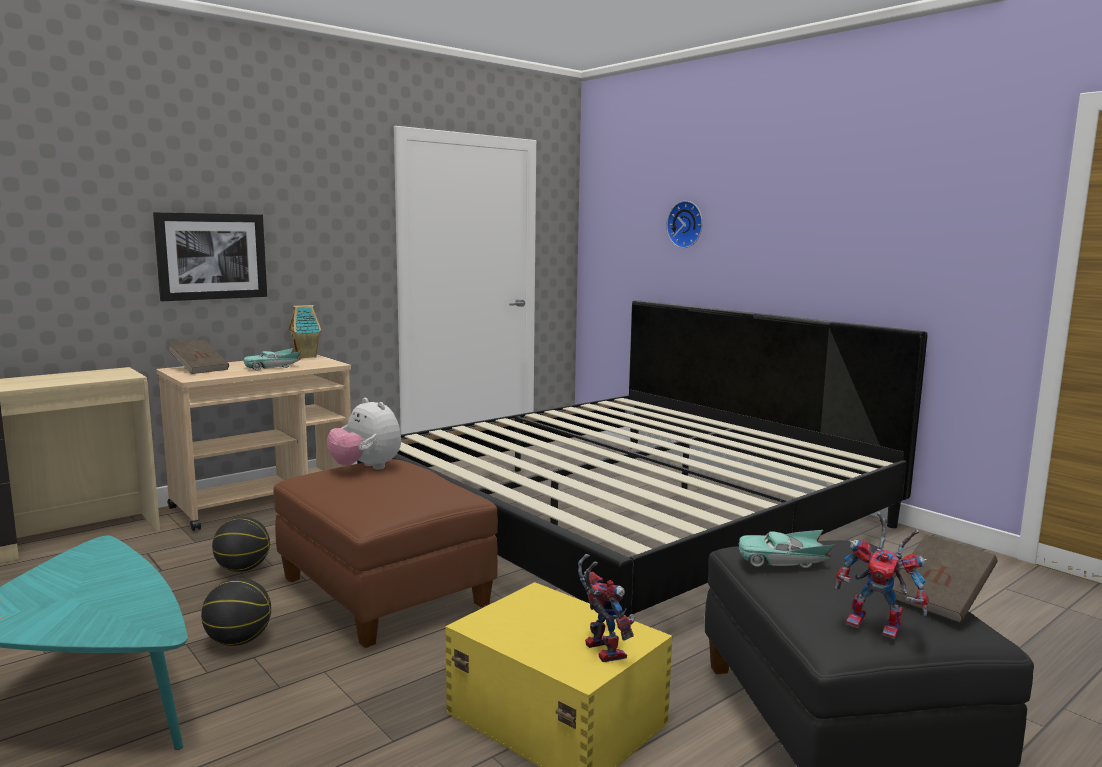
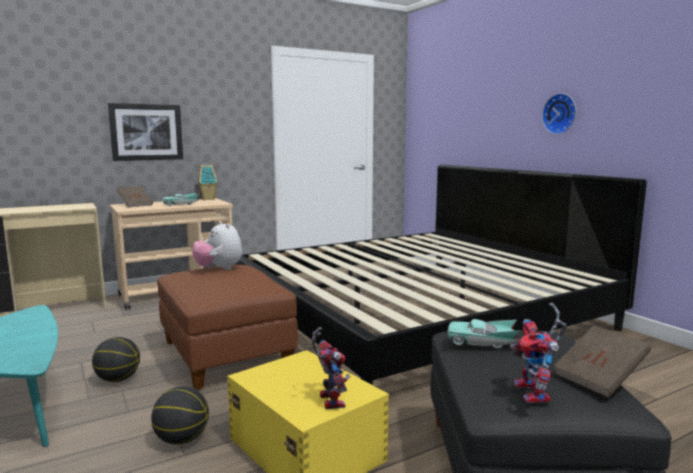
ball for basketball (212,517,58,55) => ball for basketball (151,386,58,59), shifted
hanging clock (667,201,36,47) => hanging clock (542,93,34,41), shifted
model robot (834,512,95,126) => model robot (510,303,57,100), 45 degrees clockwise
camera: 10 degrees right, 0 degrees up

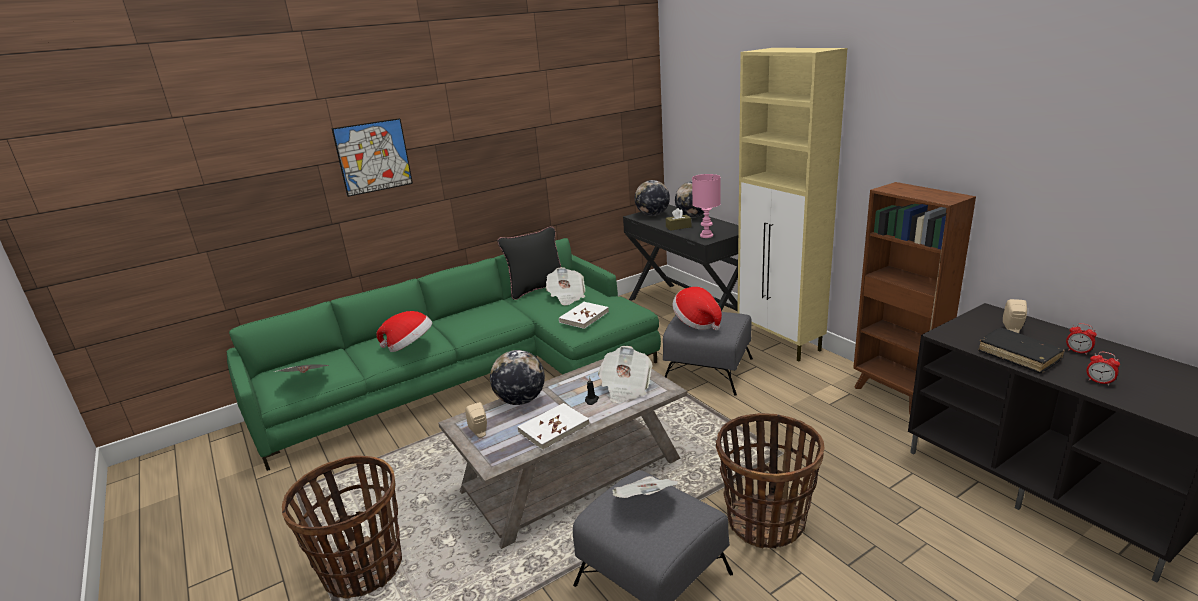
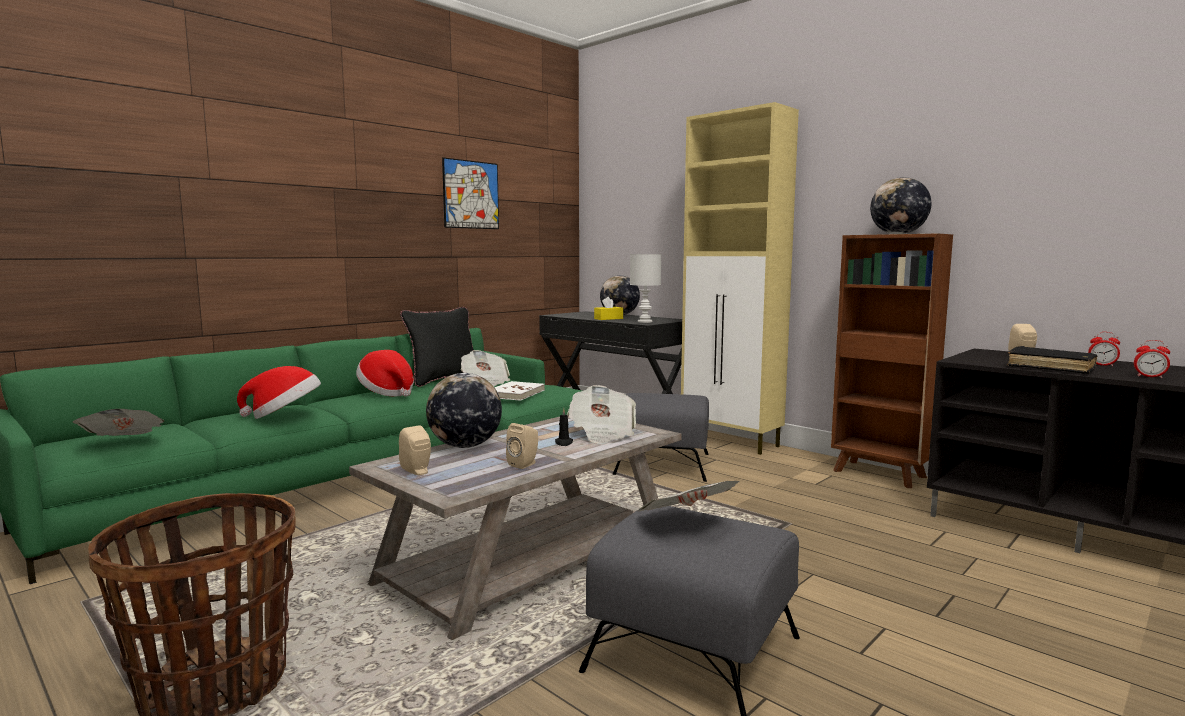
household basket (716,413,108,136) => nothing
picture (331,118,82,79) => picture (442,157,57,72), shifted
globe (635,180,35,36) => globe (870,177,61,57), shifted
hat (672,287,50,43) => hat (356,350,58,47), shifted
white volume (517,403,73,47) => beige-coloured speaker (506,423,32,46)
brown tissue holder (666,208,25,23) => yellow tissue holder (594,297,29,23)
pink table lamp (692,174,29,64) => white table lamp (630,254,31,69)
camera: 15 degrees left, 15 degrees down

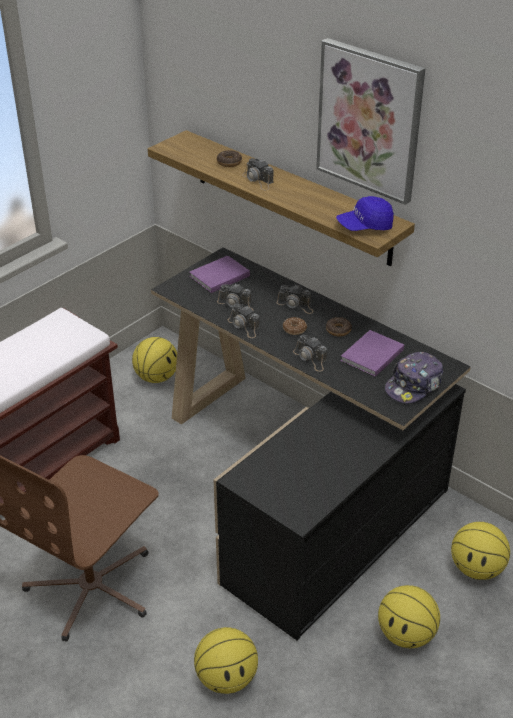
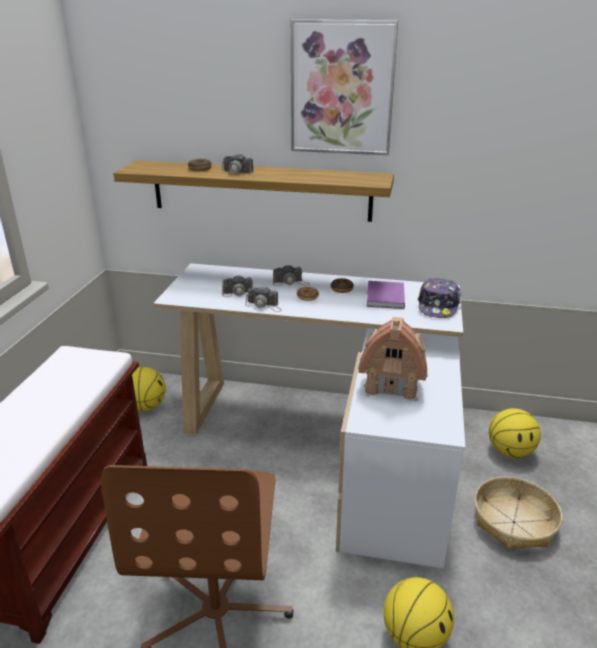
purple volume (189,255,61,38) => nothing
still camera (293,335,34,37) => nothing
blue-coloured cap (336,196,58,35) => nothing
nothing => model house (358,317,70,84)
ball for basketball (378,585,62,63) => household basket (474,477,88,73)
black-coloured desk (151,247,320,394) => white desk (153,263,313,306)
camera: 30 degrees left, 10 degrees down

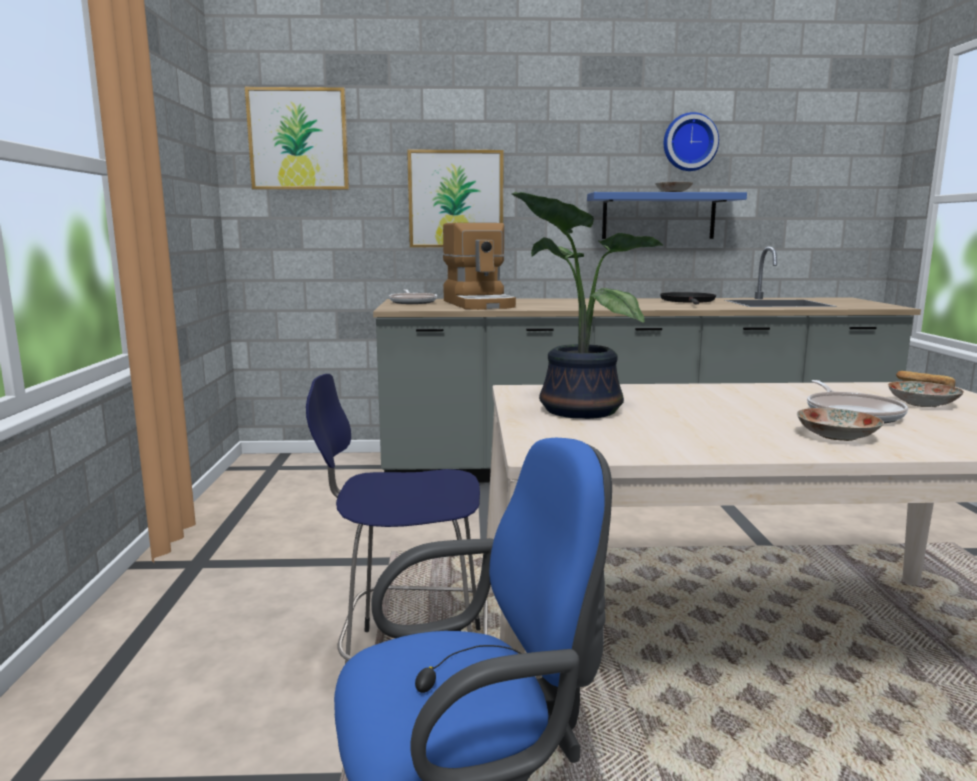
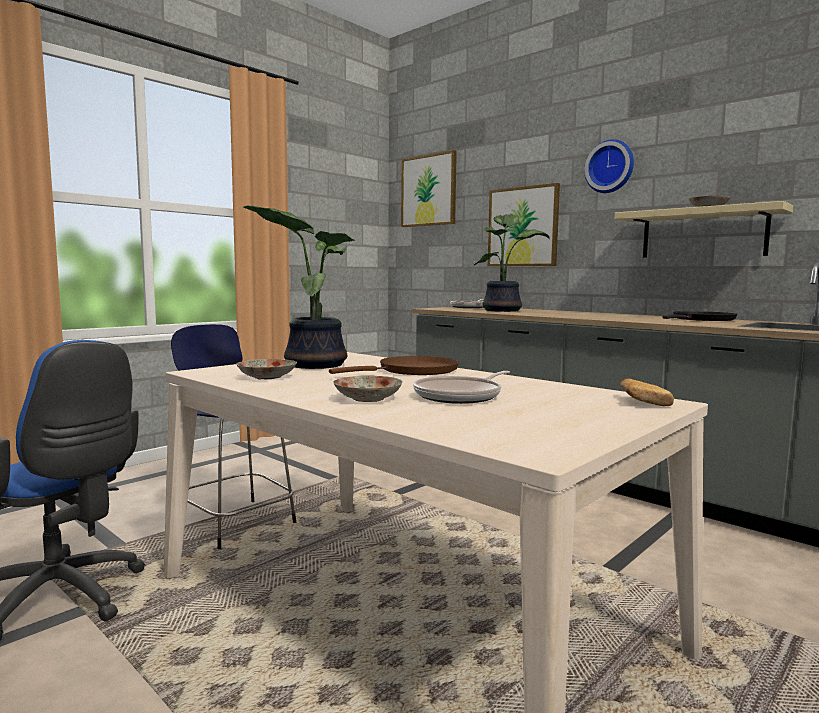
nothing => brown frying pan (329,356,130,19)
hanging clock (664,112,55,59) => hanging clock (584,139,50,54), shifted
dinner plate (888,381,76,26) => dinner plate (237,359,60,21), shifted
coffee brewer (443,223,73,87) => plant in a pot (473,214,77,98)
blue-coloured shelf (587,192,160,47) => beige-coloured shelf (615,201,178,57)
camera: 45 degrees right, 5 degrees down

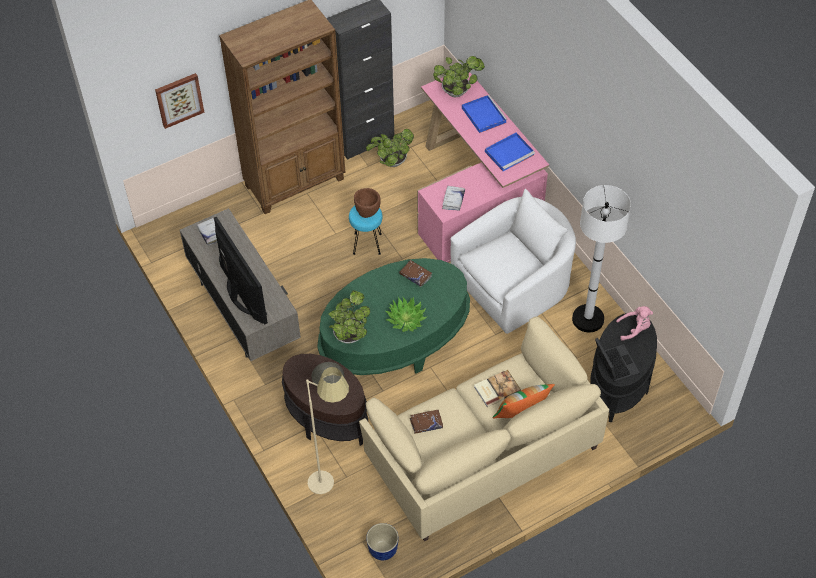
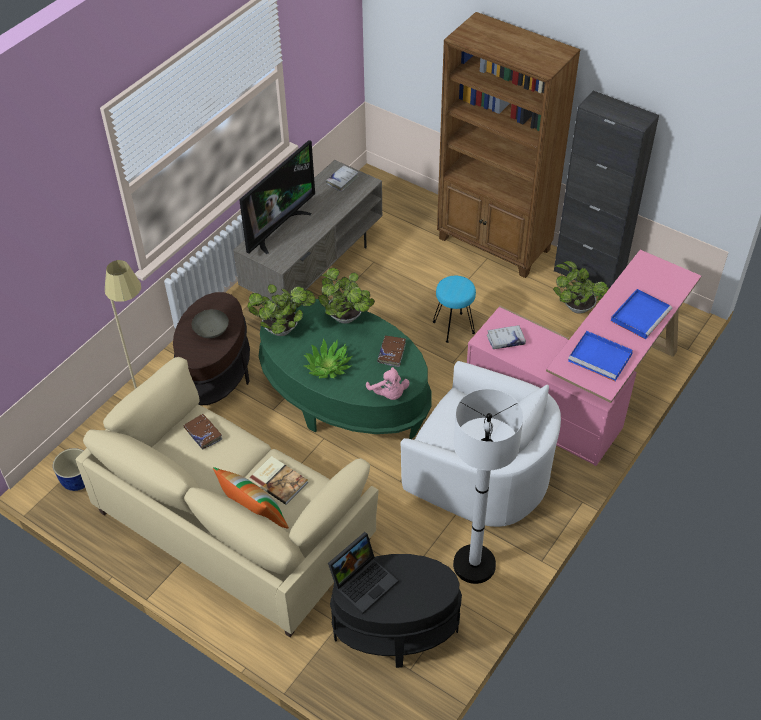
picture (155,73,49,56) => nothing
brown serving bowl (354,188,27,30) => nothing
plant in a pot (433,56,52,41) => plant in a pot (318,268,57,56), shifted
pink plush toy (616,306,37,35) => pink plush toy (366,367,44,33), shifted
camera: 65 degrees right, 5 degrees down

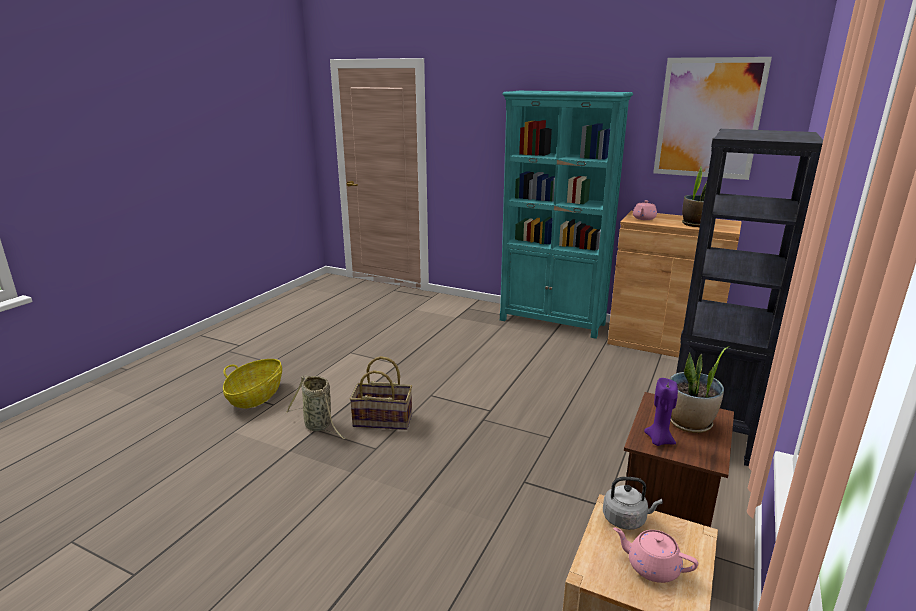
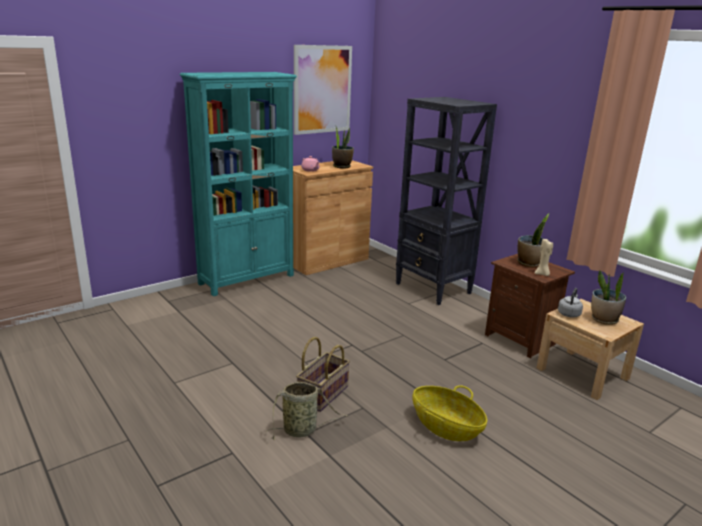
household basket (223,359,59,49) => household basket (412,385,75,56), shifted
pink tea pot (613,528,85,55) => plant in a pot (591,271,35,54)
purple wax light (644,378,34,68) => beige-coloured wax light (535,238,18,38)
camera: 65 degrees left, 0 degrees up

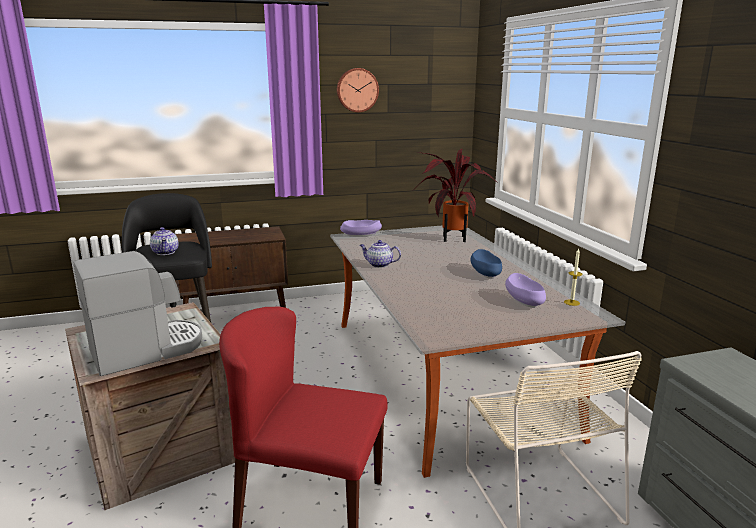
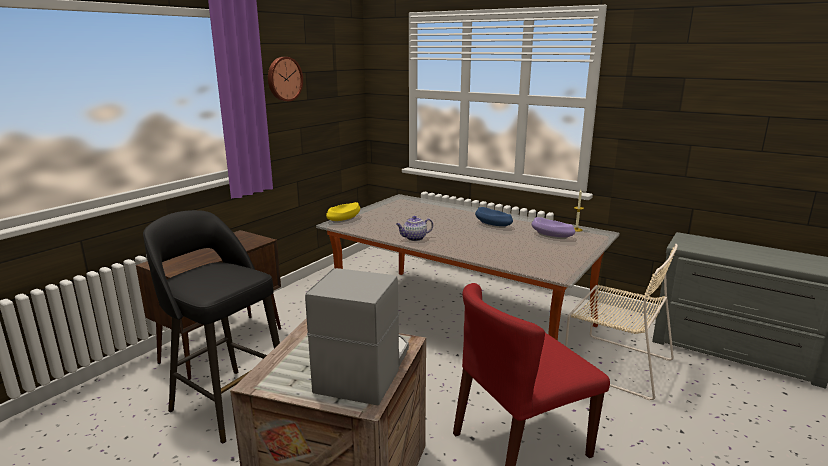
tea pot (150,227,29,28) => nothing
plant in a pot (413,149,86,93) => nothing
purple serving bowl (340,220,42,17) => yellow serving bowl (326,202,34,21)
camera: 40 degrees left, 0 degrees up

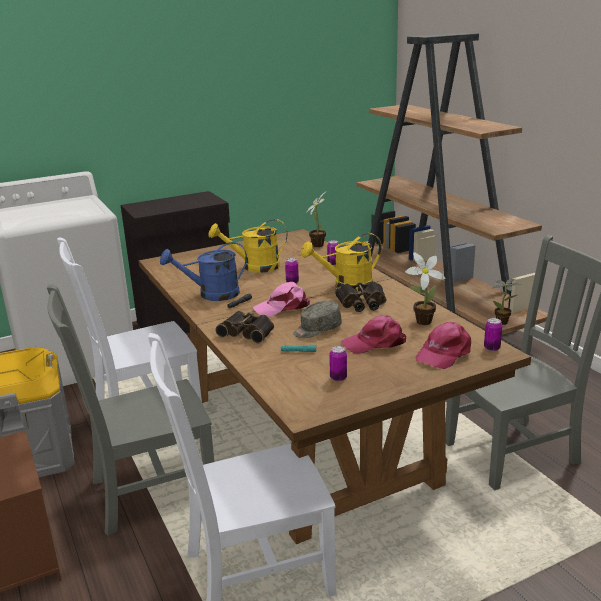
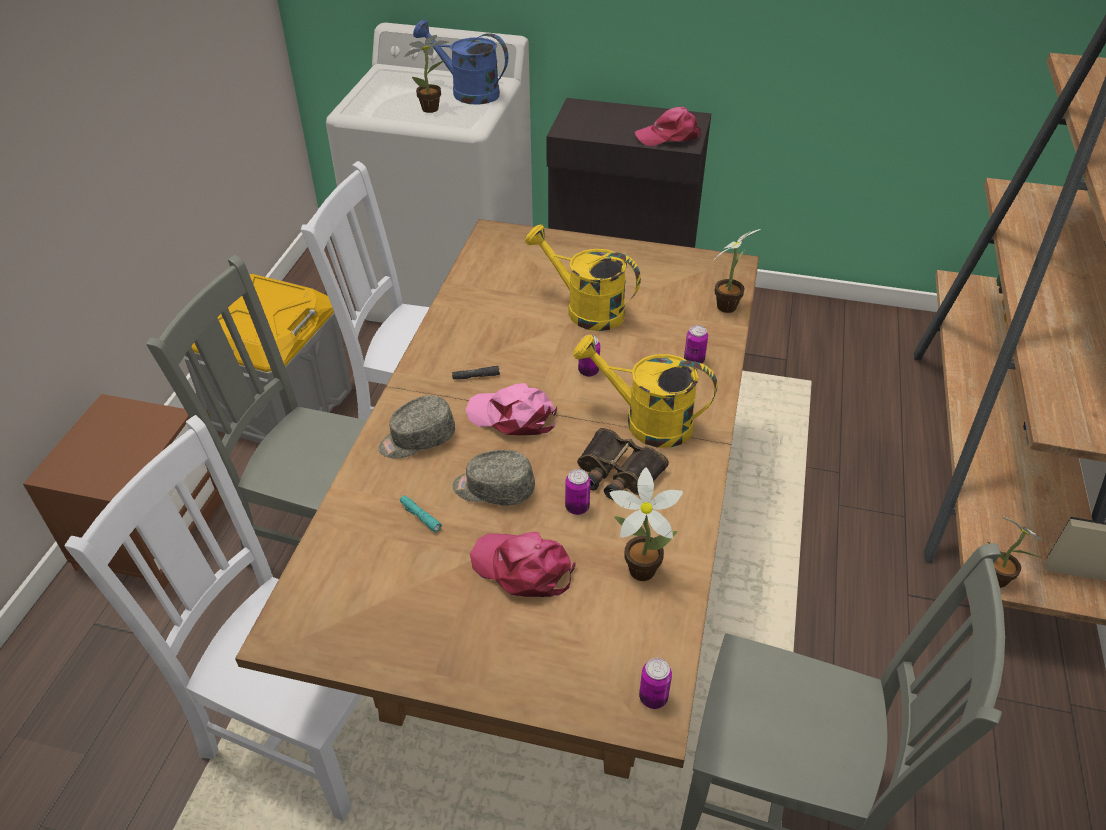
nothing => plant in a pot (404,35,45,78)
blue-coloured sprinkling can (160,242,87,59) => blue-coloured sprinkling can (413,19,95,86), shifted
metal can (329,346,18,35) => metal can (565,469,26,46), shifted
pink cap (416,322,55,47) => pink cap (635,107,66,39), shifted
field glasses (215,311,59,33) => grey cap (378,395,77,64)
camera: 40 degrees right, 20 degrees up

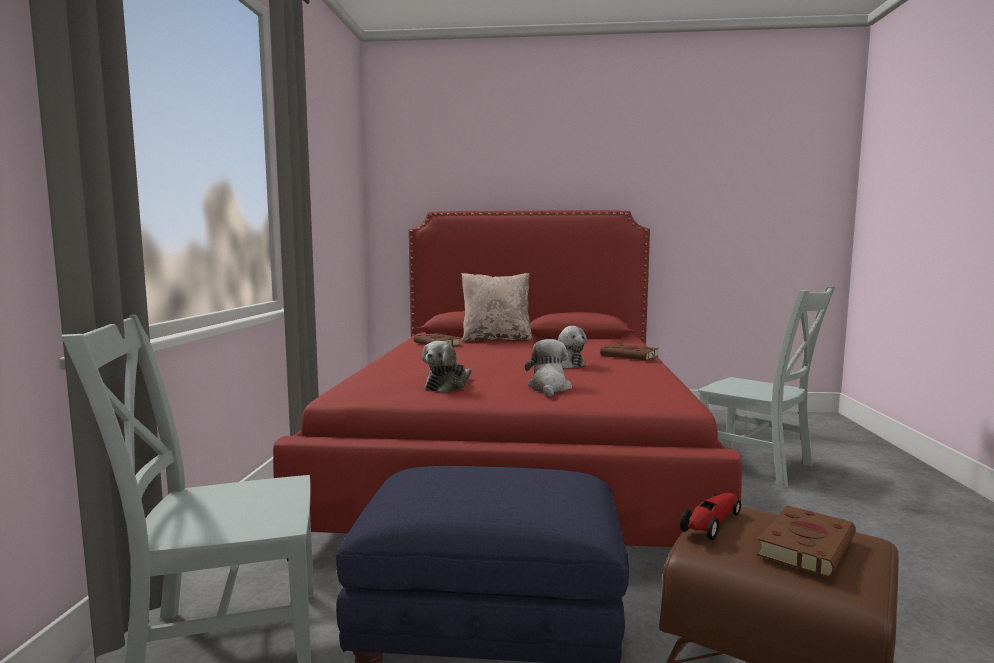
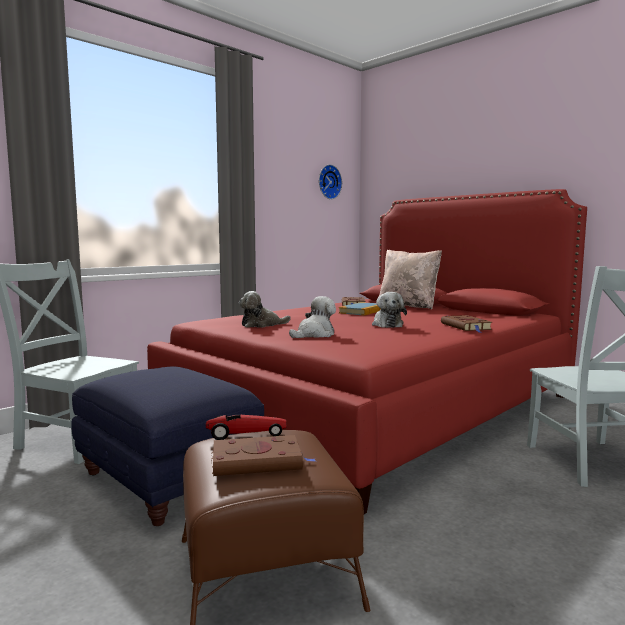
nothing => hanging clock (319,165,23,34)
nothing => volume (339,303,42,13)
camera: 40 degrees right, 0 degrees up

